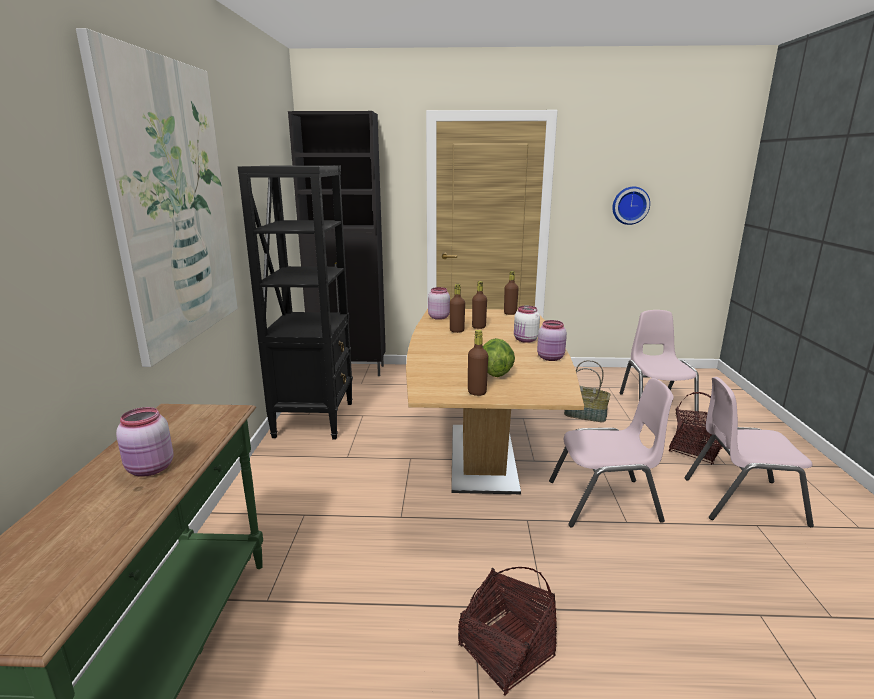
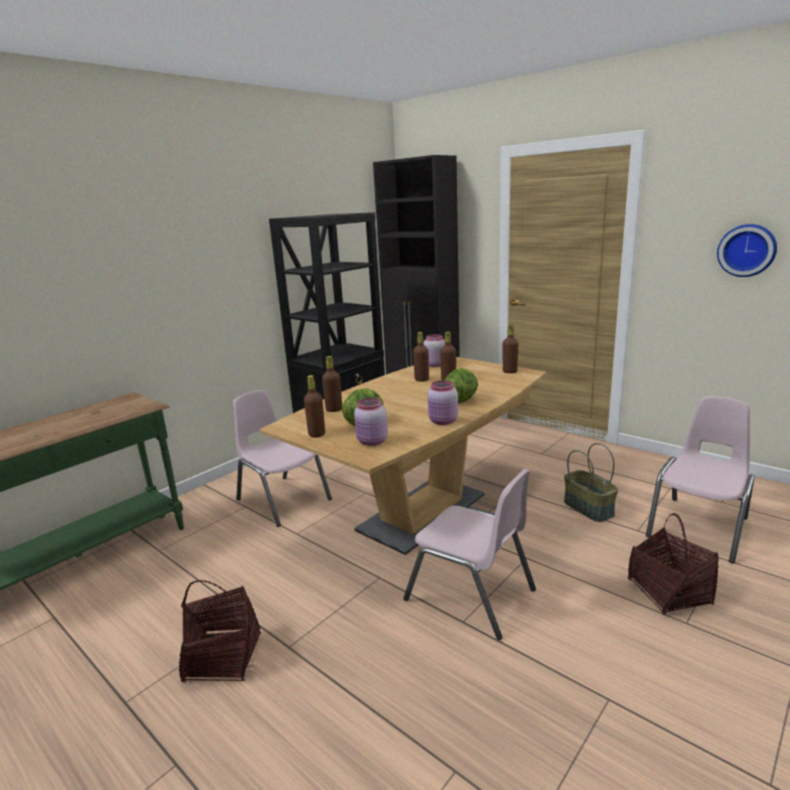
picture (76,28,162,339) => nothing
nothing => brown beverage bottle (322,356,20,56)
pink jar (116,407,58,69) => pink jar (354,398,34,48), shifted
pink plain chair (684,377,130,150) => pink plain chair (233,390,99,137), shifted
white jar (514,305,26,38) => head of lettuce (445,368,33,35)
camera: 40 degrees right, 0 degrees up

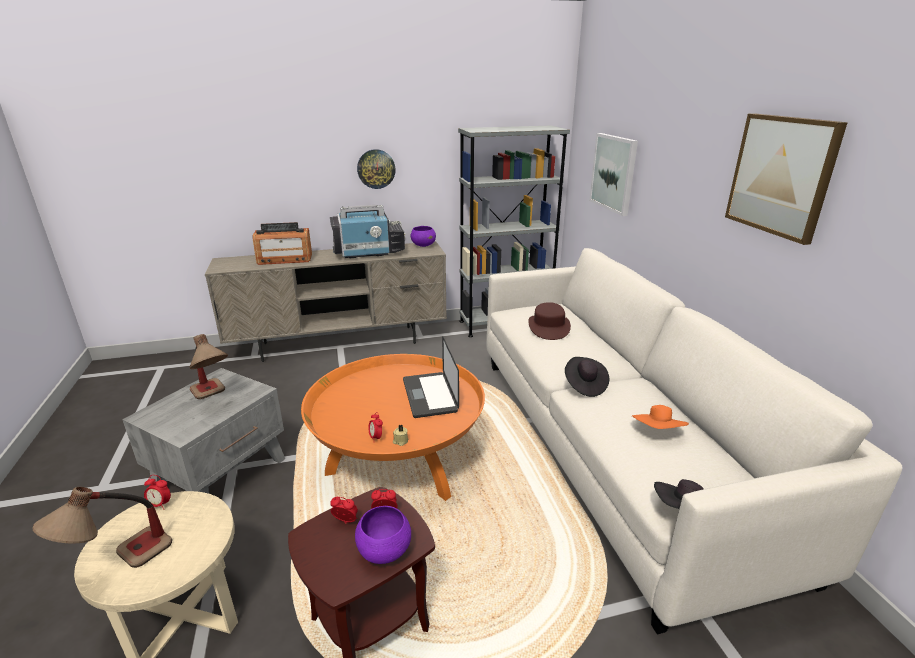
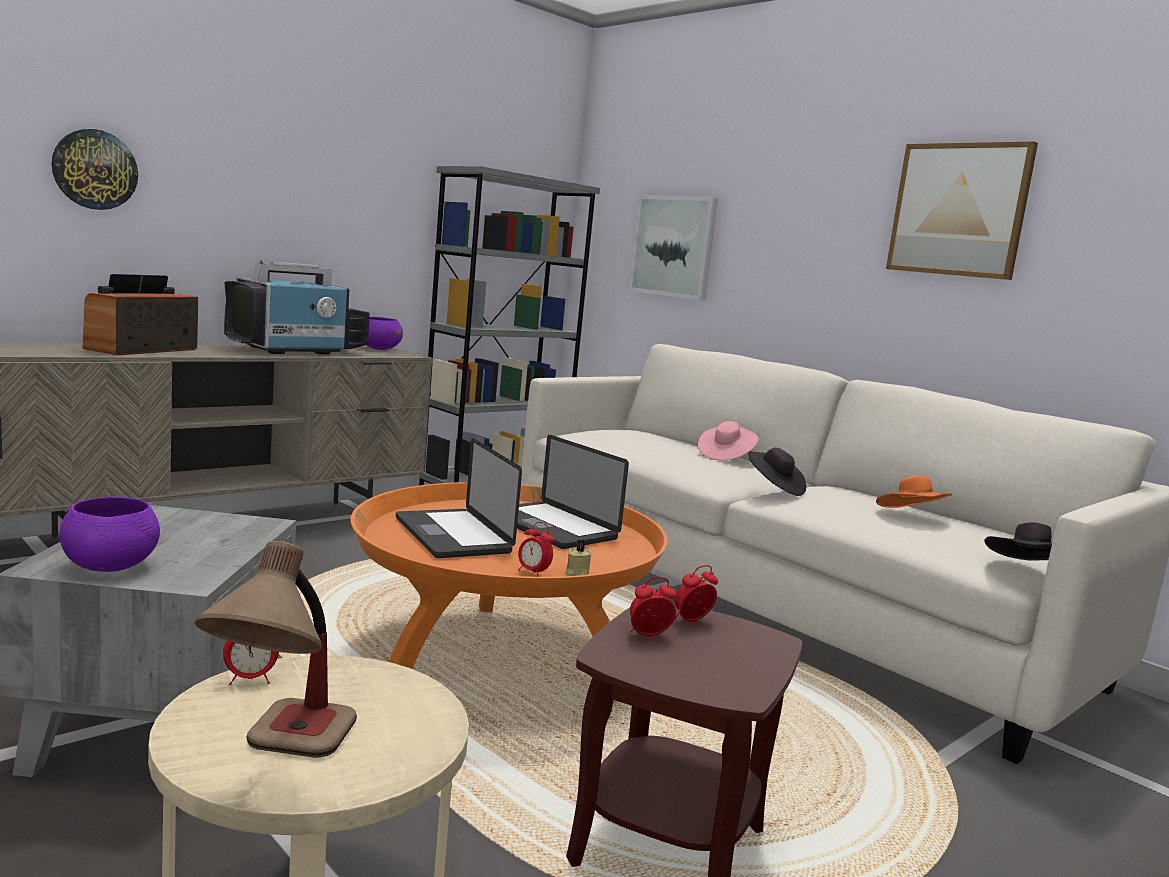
table lamp (190,334,38,65) => nothing
brown hat (528,302,43,38) => nothing
nothing => notebook computer (396,438,126,120)
nothing => pink hat (698,421,61,40)
purple serving bowl (355,506,56,58) => purple serving bowl (59,497,101,75), shifted
hanging clock (357,149,39,40) => hanging clock (52,129,86,81), shifted
radio set (253,222,59,43) => radio set (83,274,115,81), 150 degrees clockwise
camera: 30 degrees left, 15 degrees down

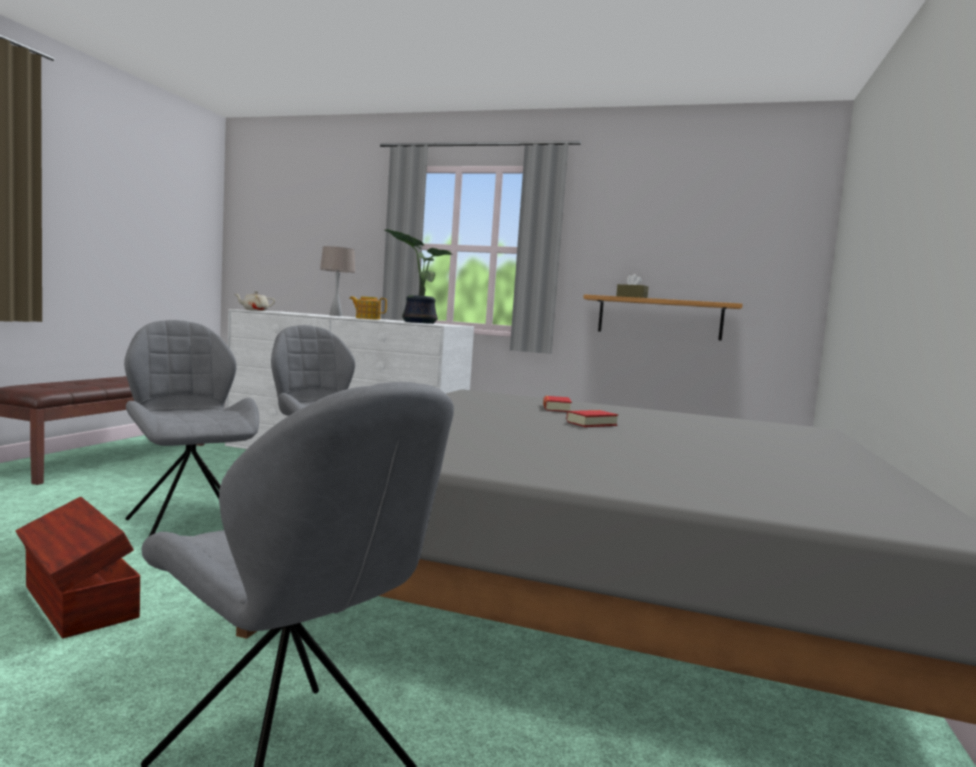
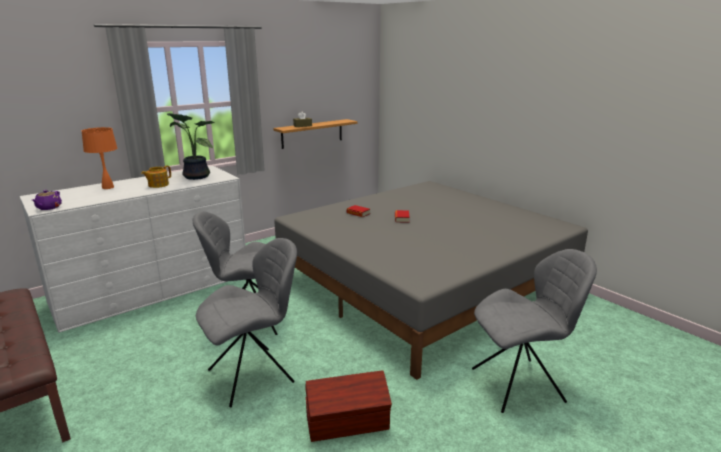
beige-coloured tea pot (235,291,40,20) => purple tea pot (32,190,30,20)
beige-coloured table lamp (320,246,35,70) => orange-coloured table lamp (81,127,37,62)
grey plain chair (124,320,135,216) => grey plain chair (196,238,101,169), 150 degrees clockwise
camera: 55 degrees left, 15 degrees up

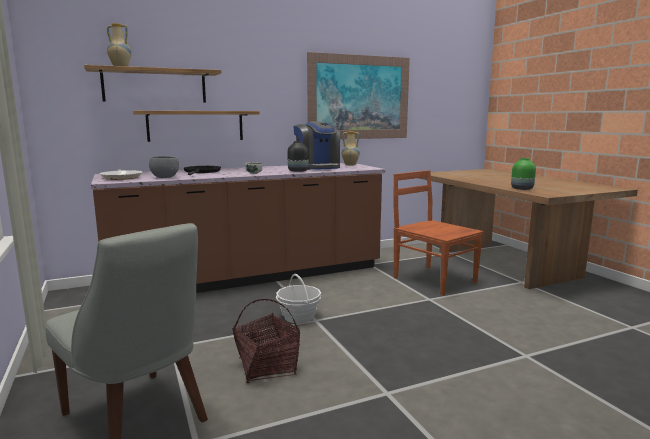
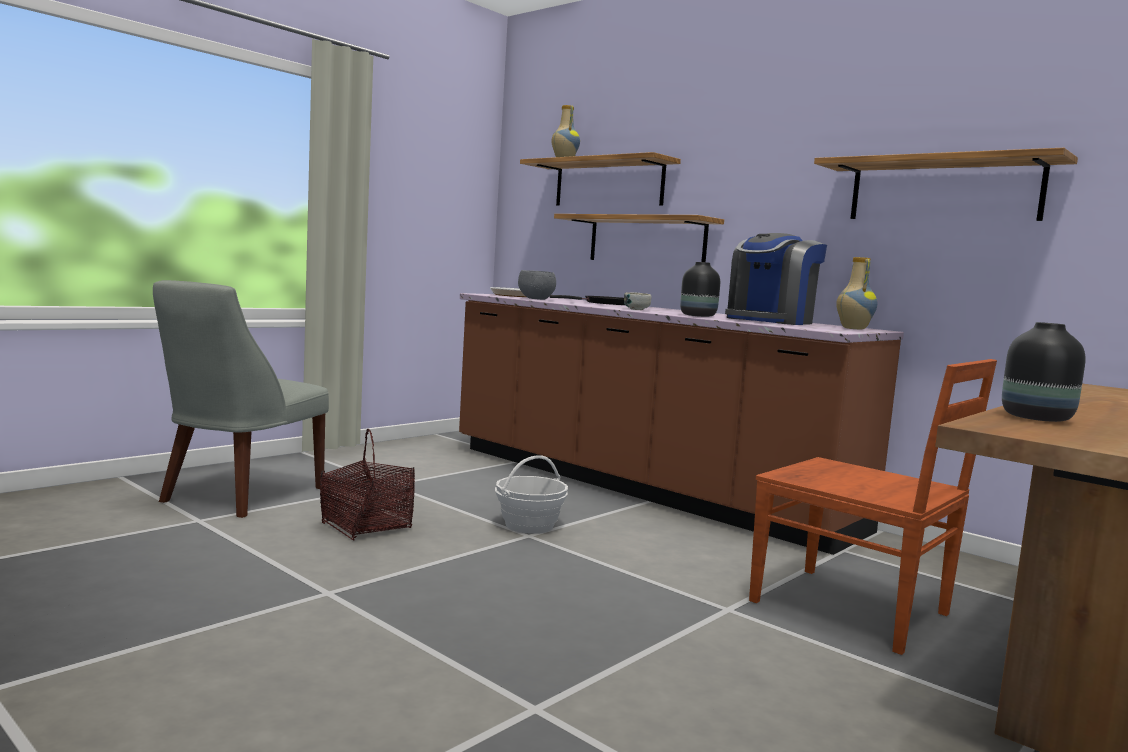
picture (307,52,103,87) => shelf (814,148,264,73)
green vase (511,158,25,32) => black-coloured vase (1002,322,84,100)
brown plain chair (394,170,90,126) => brown plain chair (749,359,248,296), 105 degrees clockwise
camera: 65 degrees right, 5 degrees down

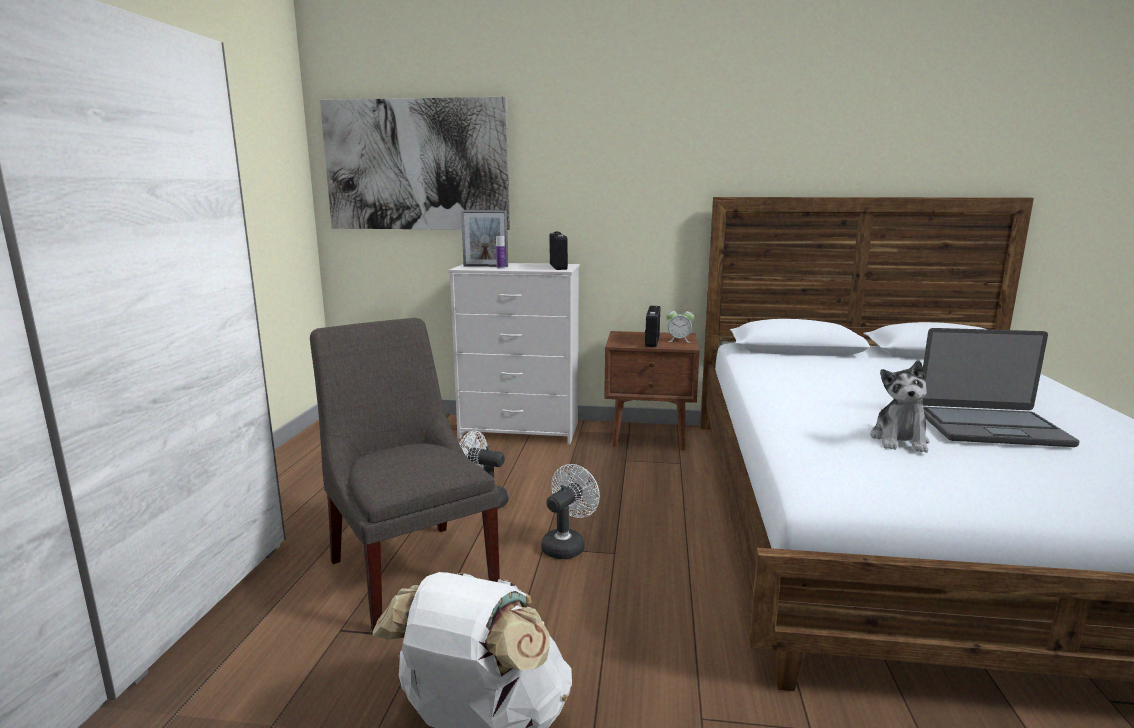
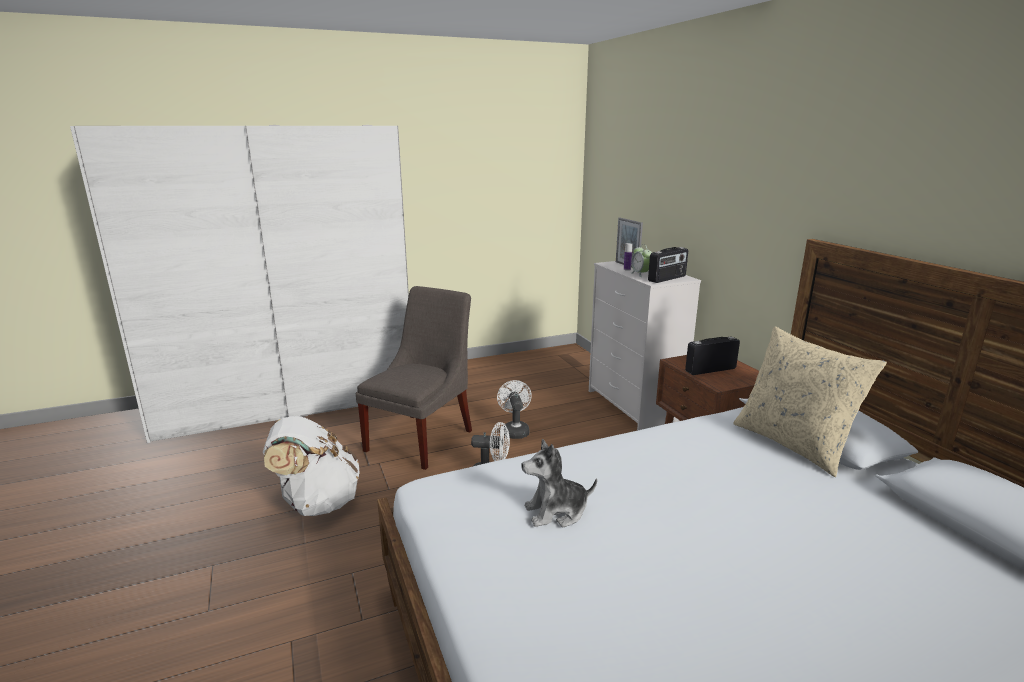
picture (320,97,190,133) => nothing
notebook computer (923,328,157,119) => nothing
nothing => beige-coloured throw pillow (734,326,153,151)
alarm clock (666,306,28,37) => alarm clock (631,244,21,33), shifted
camera: 60 degrees right, 5 degrees up

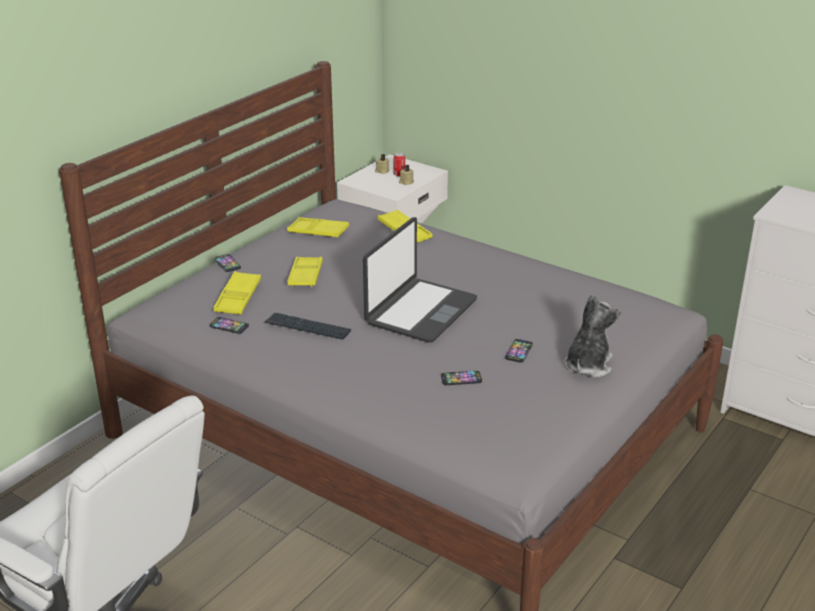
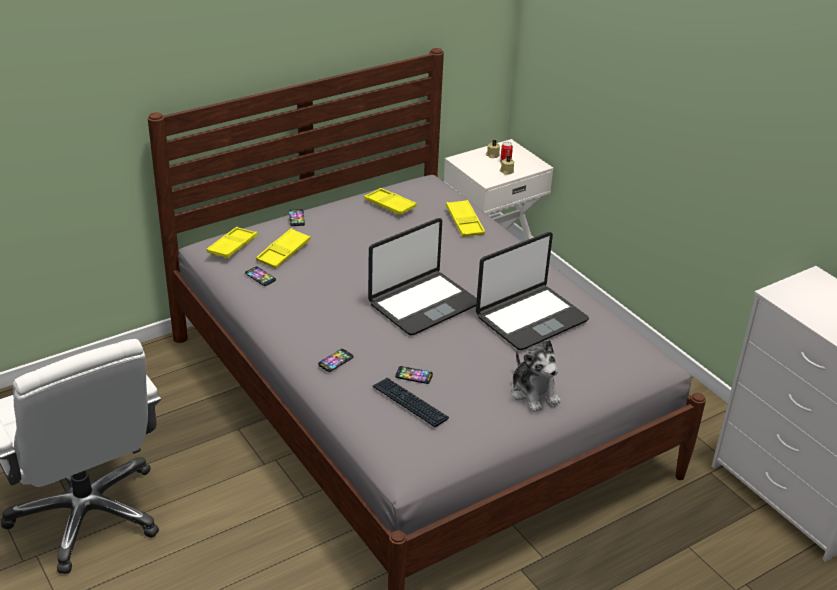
nothing => notebook computer (476,232,113,118)
computer keyboard (265,313,86,27) => computer keyboard (373,378,76,49), shifted
yellow serving tray (287,257,36,30) => yellow serving tray (207,227,51,32), shifted
telephone (505,339,28,24) => telephone (318,349,36,23), shifted
plush toy (564,294,57,84) => plush toy (511,340,50,72), 105 degrees clockwise
camera: 20 degrees right, 5 degrees up

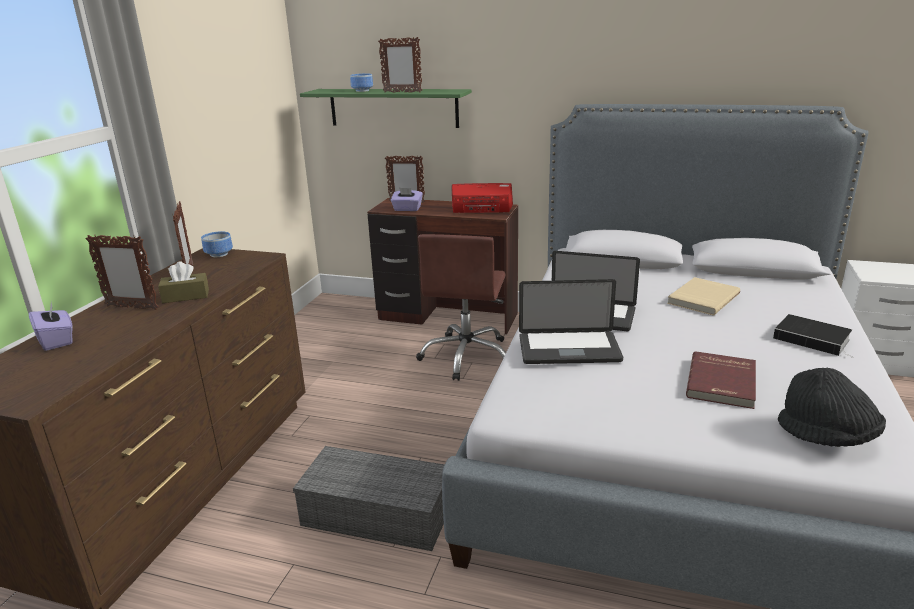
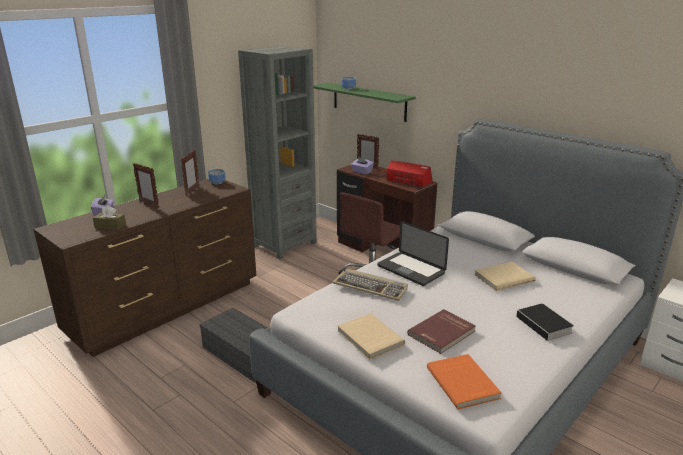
picture frame (378,37,44,56) => nothing
nothing => grey bookcase (238,46,79,213)
nothing => beige-coloured volume (338,313,67,47)
brown tissue holder (158,261,51,42) => brown tissue holder (93,205,33,25), shifted
notebook computer (519,279,104,85) => computer keyboard (333,269,75,32)
black-coloured hat (778,368,108,79) => orange-coloured volume (427,354,75,55)
camera: 25 degrees right, 0 degrees up

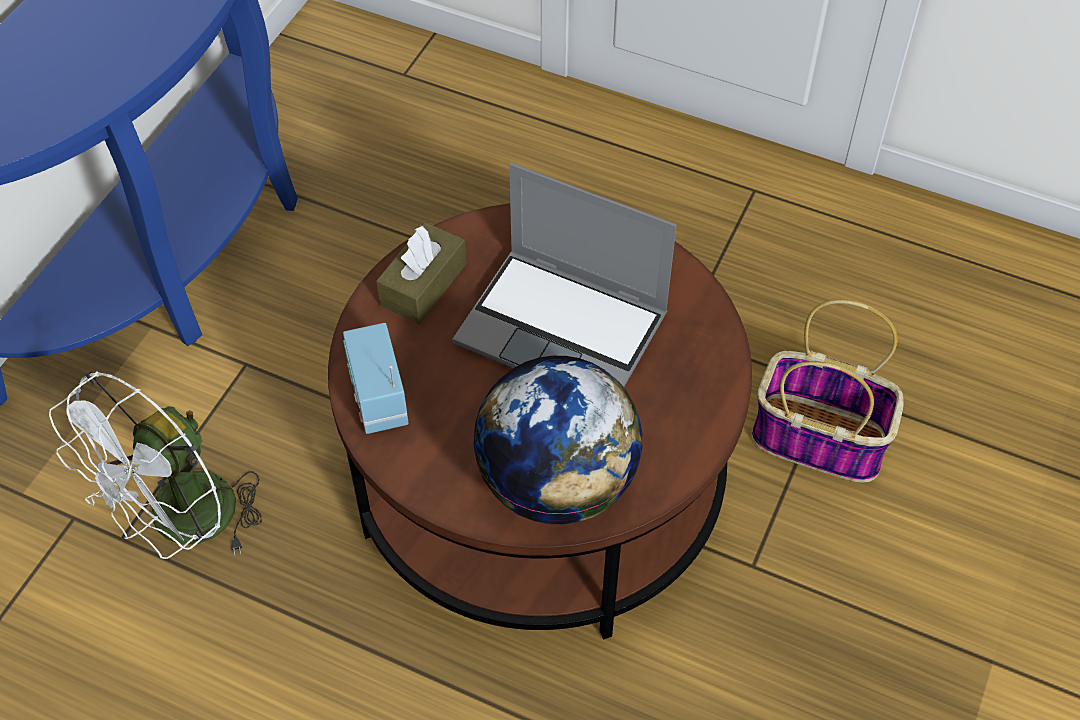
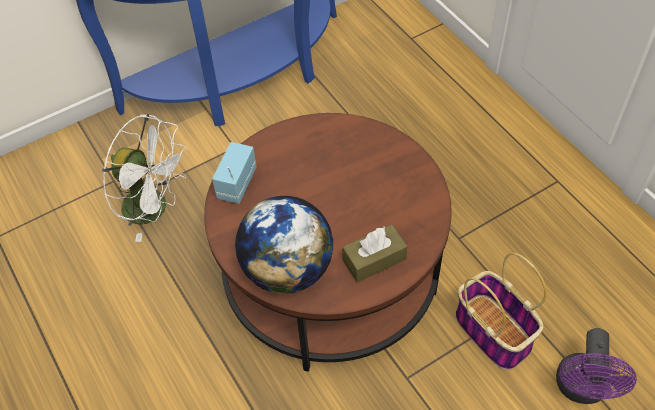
notebook computer (452,163,225,224) => nothing
nothing => purple electric fan (556,328,81,76)
brown tissue holder (376,222,90,102) => brown tissue holder (342,224,65,59), shifted
white electric fan (49,371,213,188) => white electric fan (102,114,85,128), 135 degrees counterclockwise
camera: 35 degrees right, 0 degrees up

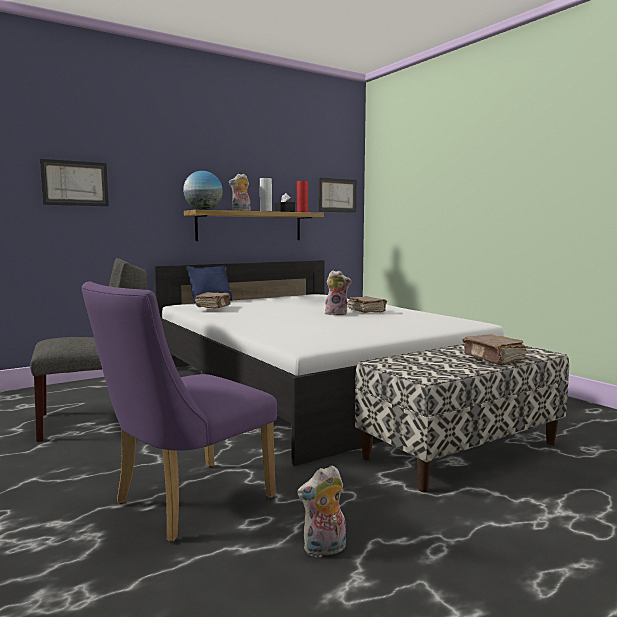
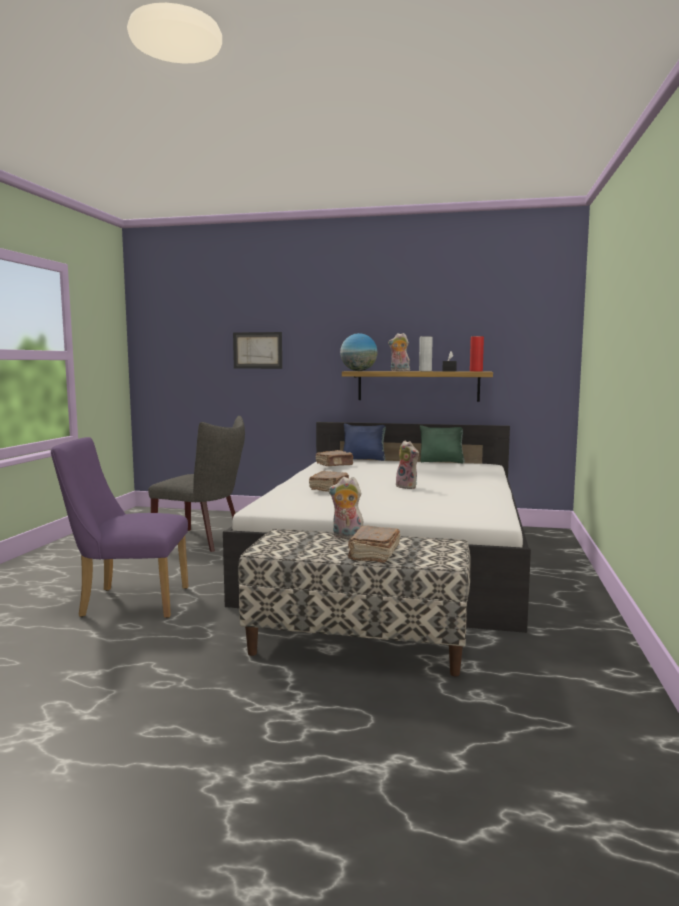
picture (318,177,39,36) => nothing
nothing => green throw pillow (420,425,45,38)
plush toy (297,465,49,92) => plush toy (329,477,34,62), shifted
brown volume (347,296,40,17) => brown volume (309,471,40,21), shifted
camera: 45 degrees right, 0 degrees up

